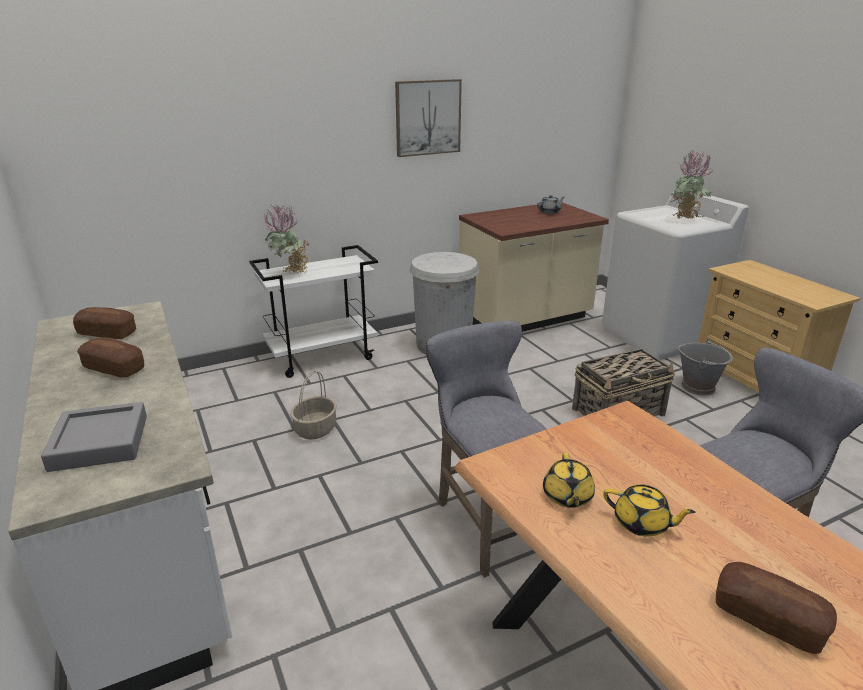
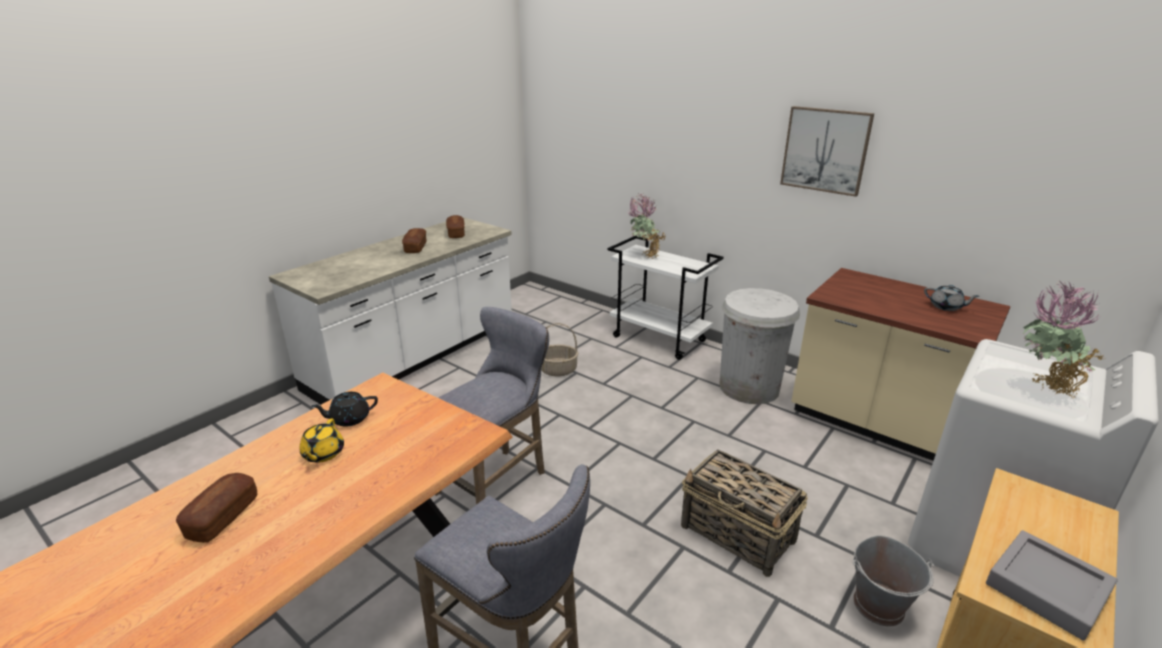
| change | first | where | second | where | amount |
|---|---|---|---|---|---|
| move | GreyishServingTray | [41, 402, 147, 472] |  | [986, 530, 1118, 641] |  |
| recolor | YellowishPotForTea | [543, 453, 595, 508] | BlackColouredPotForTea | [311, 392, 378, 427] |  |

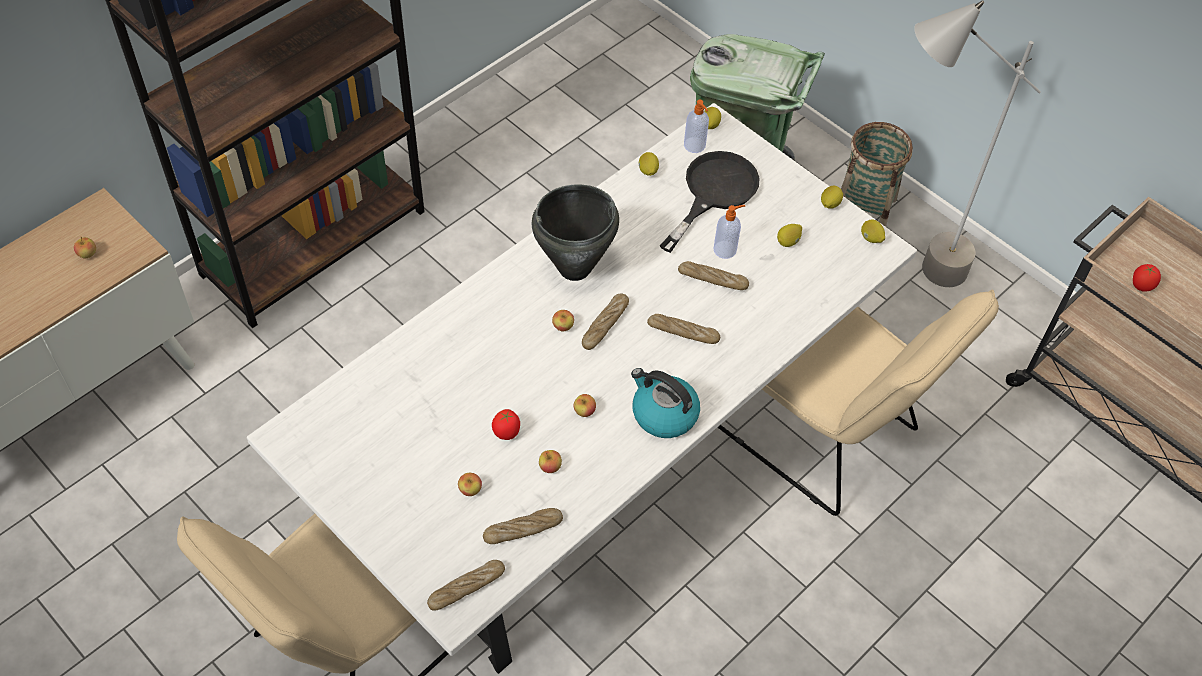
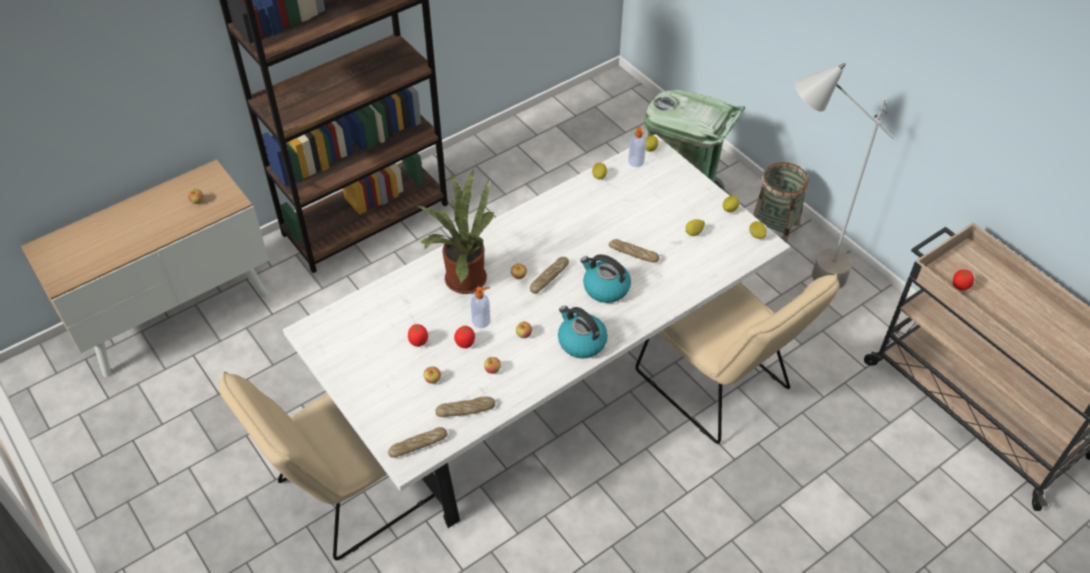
| change | first | where | second | where | amount |
|---|---|---|---|---|---|
| delete | BlackColouredPan | [660, 151, 760, 253] |  |  |  |
| delete | BlackColouredStockpot | [532, 185, 619, 281] |  |  |  |
| move | SoapBottle | [713, 205, 746, 259] |  | [471, 287, 490, 328] |  |
| replace | BakeryBread | [647, 314, 720, 344] | Kettle | [580, 254, 631, 303] |  |
| insert |  |  | PlantInAPot | [415, 170, 494, 294] |  |
| insert |  |  | WholeTomato | [408, 324, 428, 347] |  |

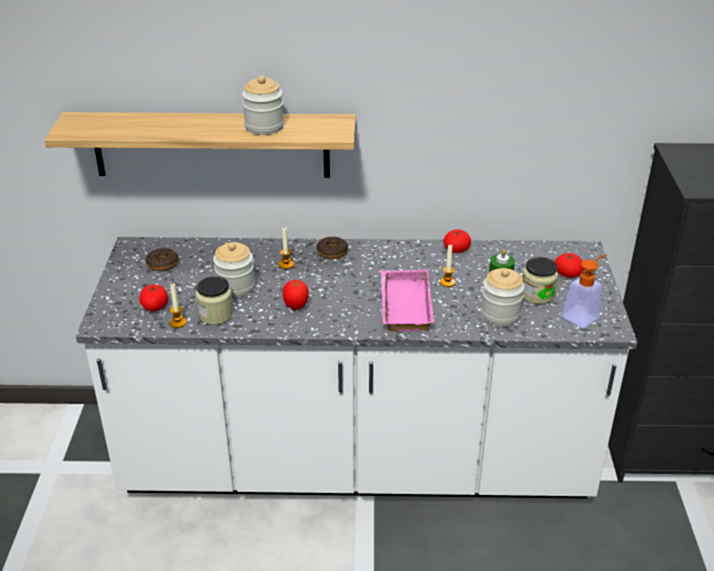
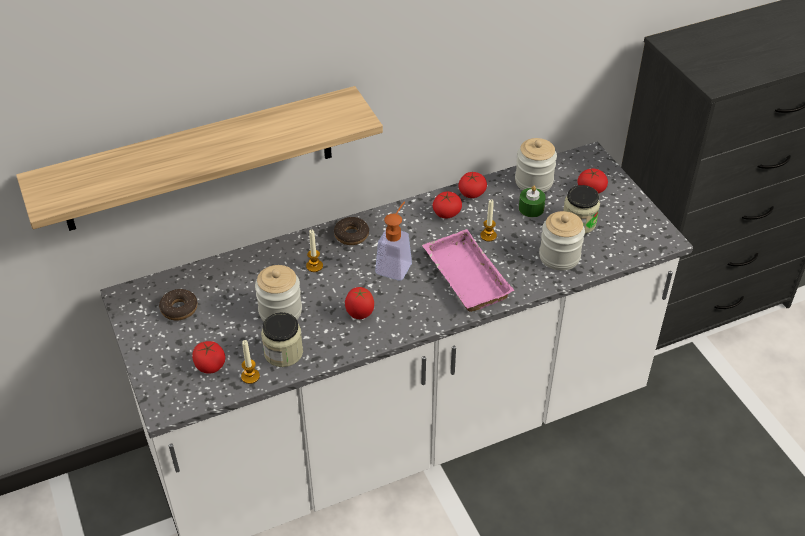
| change | first | where | second | where | amount |
|---|---|---|---|---|---|
| move | StorageJar | [242, 75, 284, 135] |  | [515, 138, 557, 192] |  |
| move | SoapBottle | [562, 254, 607, 328] |  | [375, 201, 412, 281] |  |
| insert |  |  | WholeTomato | [433, 191, 462, 219] |  |

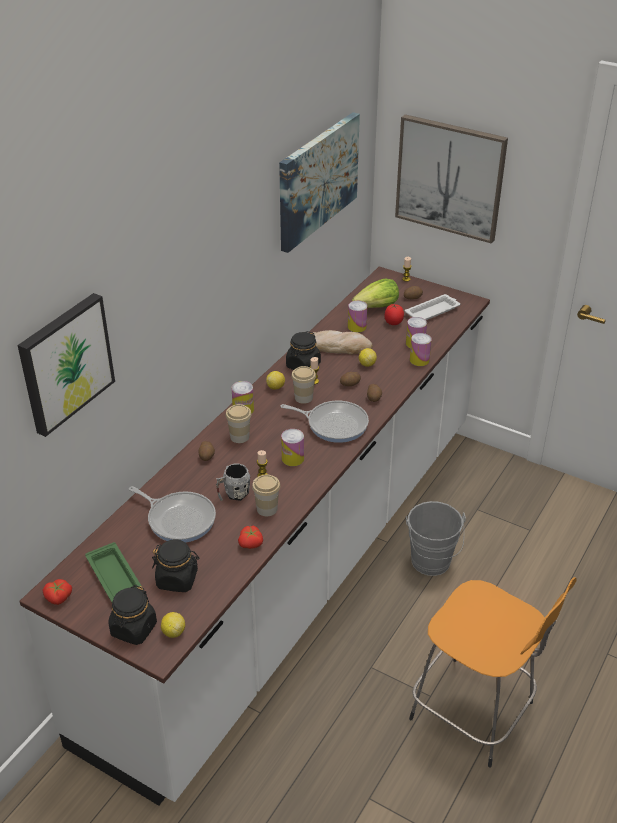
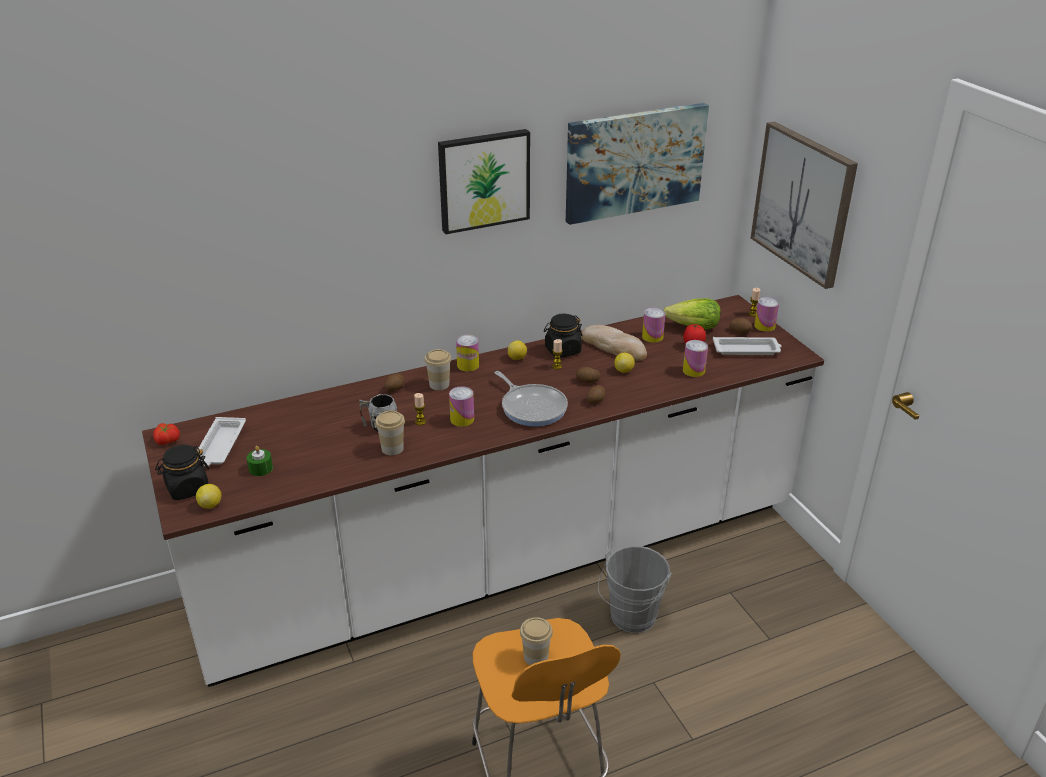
| change | first | where | second | where | amount |
|---|---|---|---|---|---|
| move | WallArt | [17, 293, 115, 437] |  | [438, 129, 530, 234] |  |
| move | MetalCan | [410, 333, 432, 366] |  | [754, 297, 779, 332] |  |
| move | SmallCup | [291, 366, 316, 404] |  | [520, 617, 553, 665] |  |
| delete | Pan | [129, 486, 216, 543] |  |  |  |
| delete | WholeTomato | [238, 526, 263, 549] |  |  |  |
| replace | BlackColouredStorageJar | [152, 539, 200, 592] | GreenColouredWaxLight | [247, 446, 273, 476] |  |
| recolor | GreenColouredServingTray | [85, 542, 142, 602] | WhiteColouredServingTray | [199, 417, 246, 466] |  |

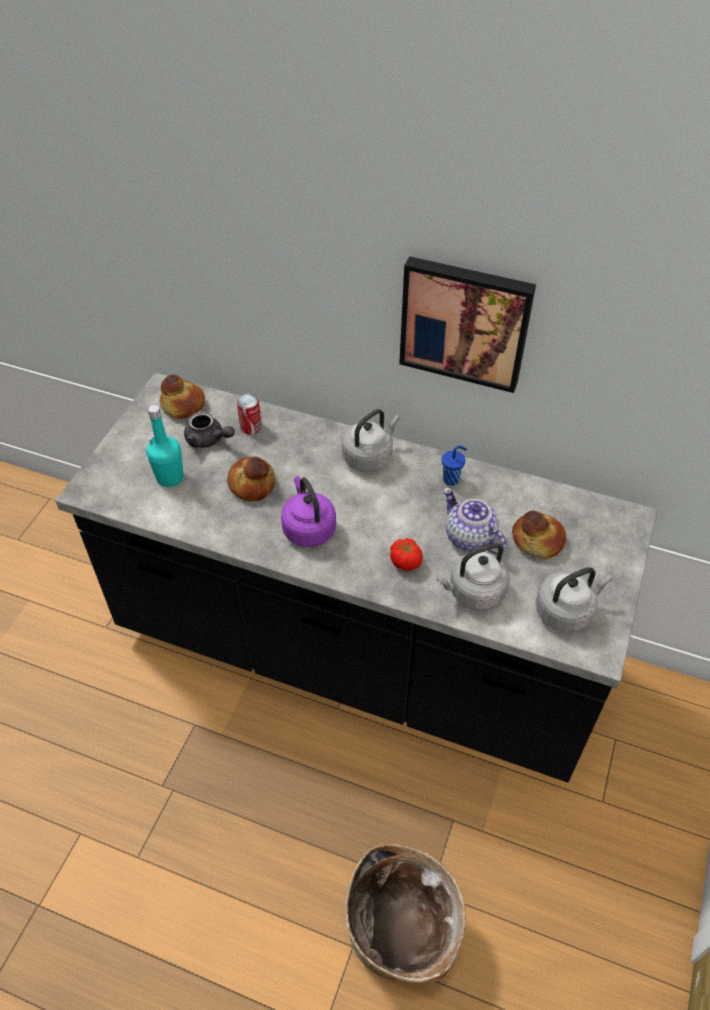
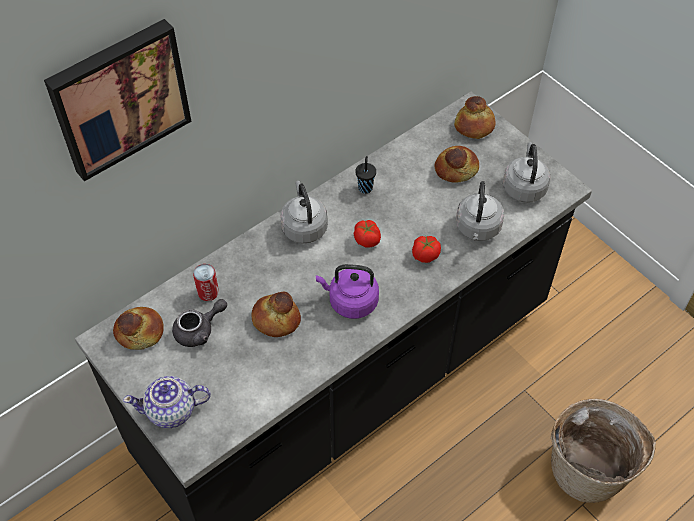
| change | first | where | second | where | amount |
|---|---|---|---|---|---|
| move | WallArt | [399, 256, 536, 393] |  | [44, 19, 191, 181] |  |
| delete | TurquoiseColouredBeverageBottle | [146, 405, 184, 487] |  |  |  |
| recolor | BluishSmallCup | [442, 445, 467, 486] | BlackColouredSmallCup | [355, 156, 376, 194] |  |
| move | PotForTea | [443, 488, 506, 554] |  | [123, 376, 211, 428] |  |
| insert |  |  | BakeryBread | [454, 96, 495, 139] |  |
| insert |  |  | WholeTomato | [354, 220, 381, 248] |  |

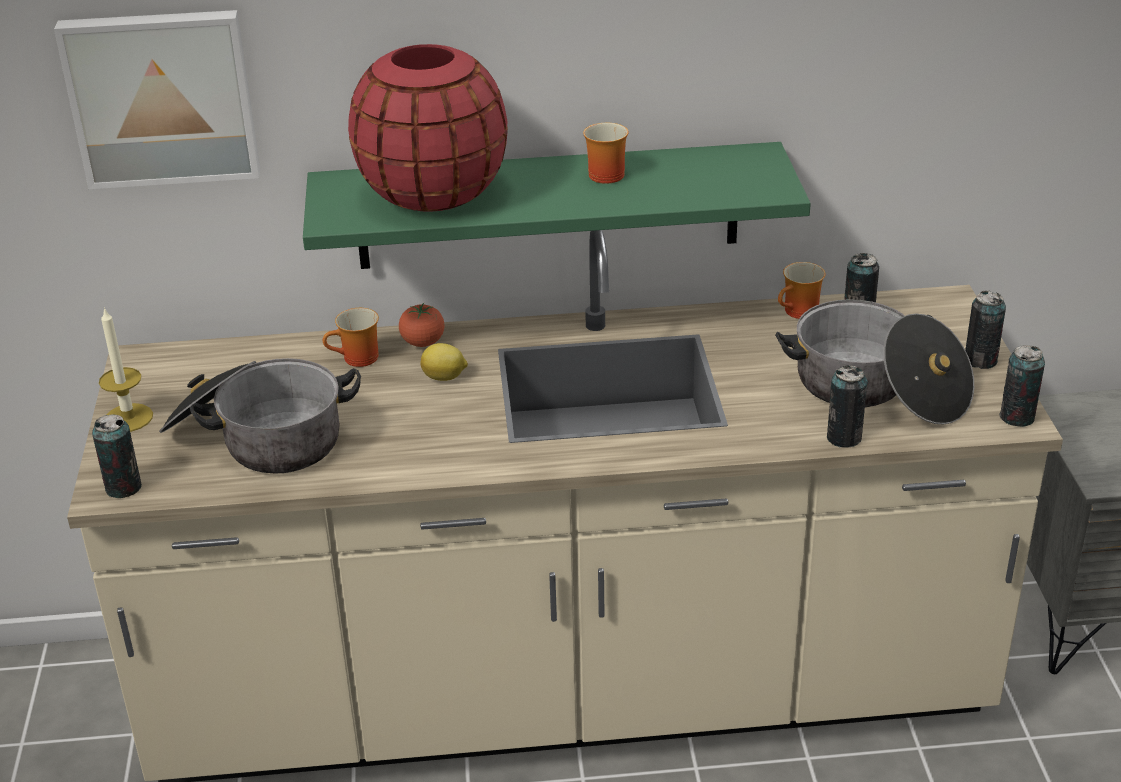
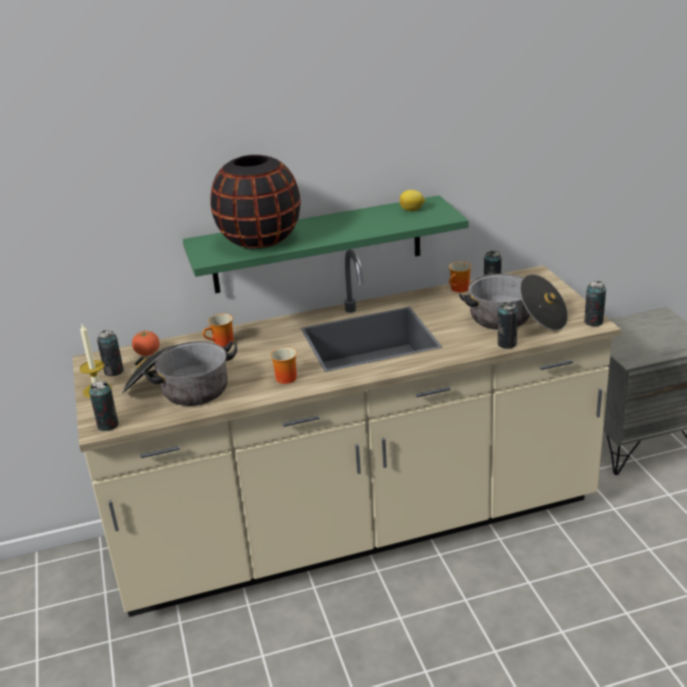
| change | first | where | second | where | amount |
|---|---|---|---|---|---|
| delete | WallArt | [54, 10, 260, 189] |  |  |  |
| recolor | RedVase | [348, 44, 508, 212] | BlackColouredVase | [210, 155, 301, 249] |  |
| move | CoffeeMug | [583, 123, 629, 184] |  | [270, 347, 297, 384] |  |
| move | MetalCan | [965, 291, 1006, 369] |  | [97, 330, 124, 376] |  |
| move | WholeTomato | [399, 302, 445, 347] |  | [132, 331, 159, 356] |  |
| move | Lemon | [420, 343, 468, 381] |  | [400, 190, 425, 211] |  |

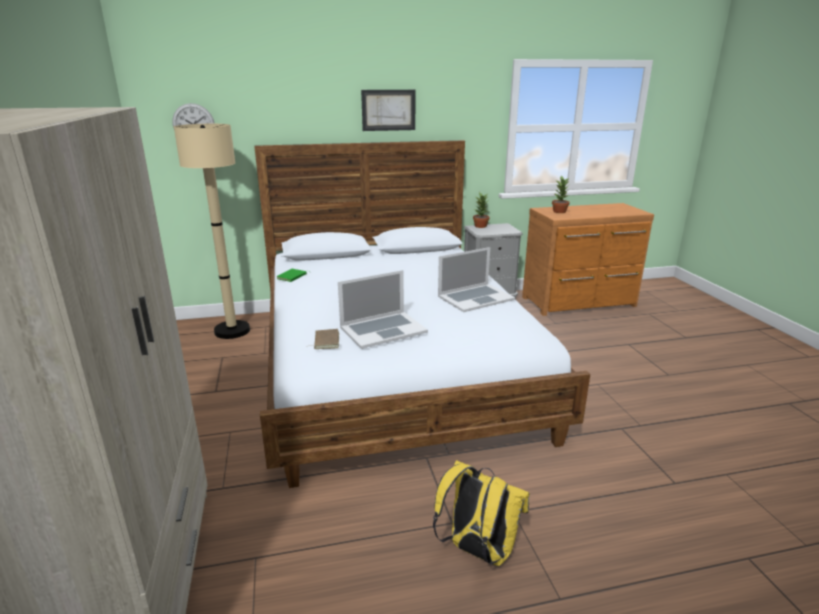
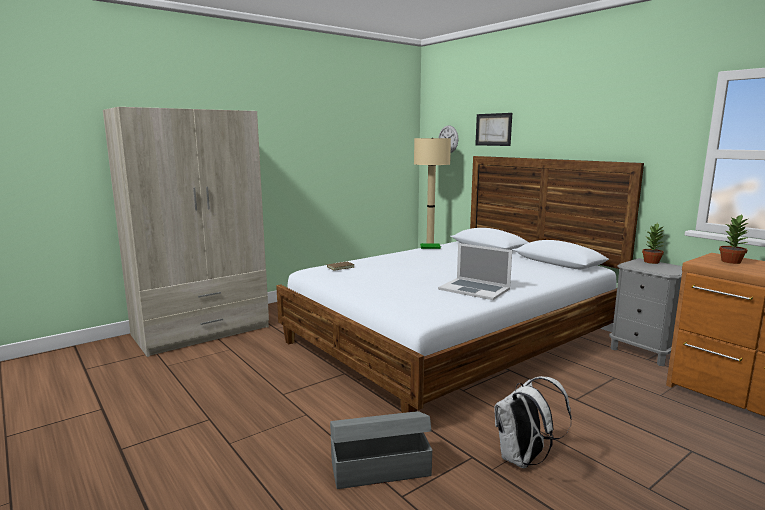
| change | first | where | second | where | amount |
|---|---|---|---|---|---|
| move | WallArt | [361, 90, 415, 131] |  | [475, 113, 512, 146] |  |
| delete | Laptop | [338, 270, 428, 349] |  |  |  |
| delete | YellowishKnapsack | [433, 460, 530, 566] |  |  |  |
| insert |  |  | WhiteColouredKnapsack | [494, 376, 572, 468] |  |
| insert |  |  | GreyishStorageBin | [330, 411, 432, 489] |  |

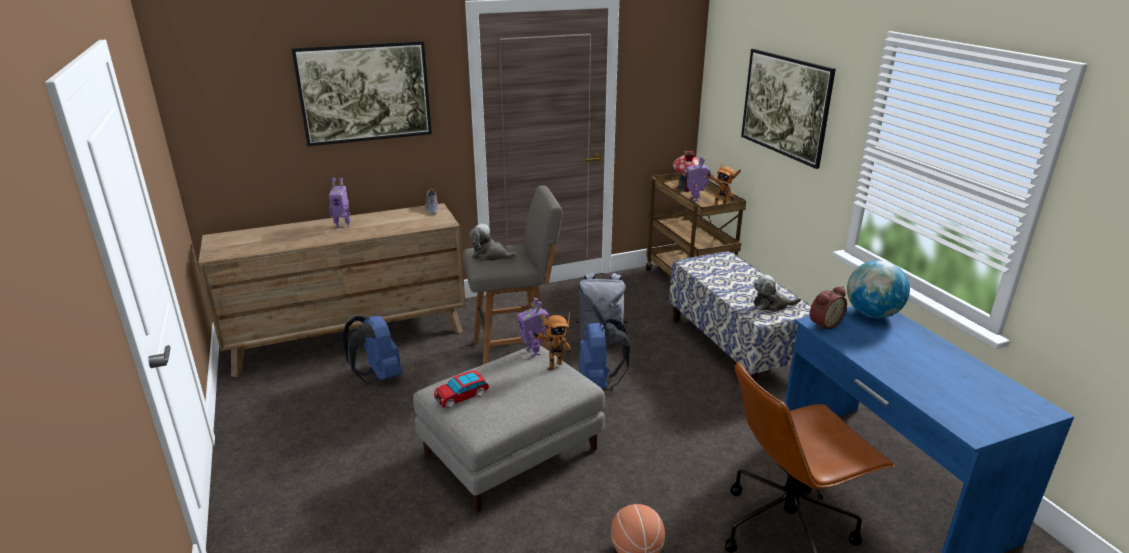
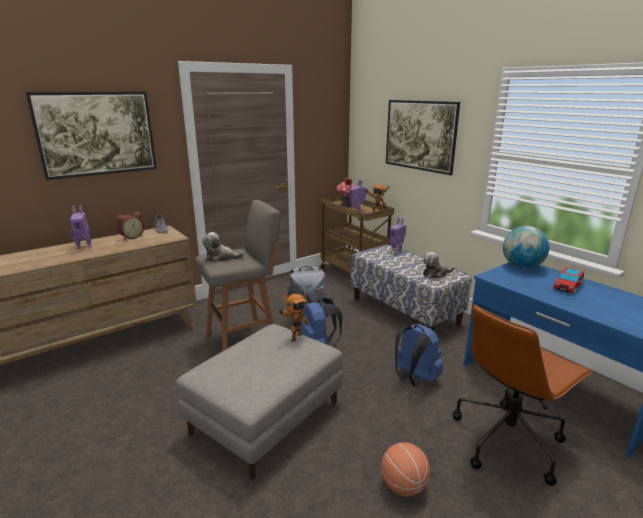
| change | first | where | second | where | amount |
|---|---|---|---|---|---|
| move | BedsideClock | [810, 286, 847, 330] |  | [117, 212, 144, 240] |  |
| move | ToyRobot | [517, 298, 549, 357] |  | [390, 218, 406, 253] |  |
| move | BluishKnapsack | [342, 316, 402, 383] |  | [395, 324, 443, 386] |  |
| move | MiniatureCar | [434, 370, 489, 408] |  | [553, 267, 584, 294] |  |

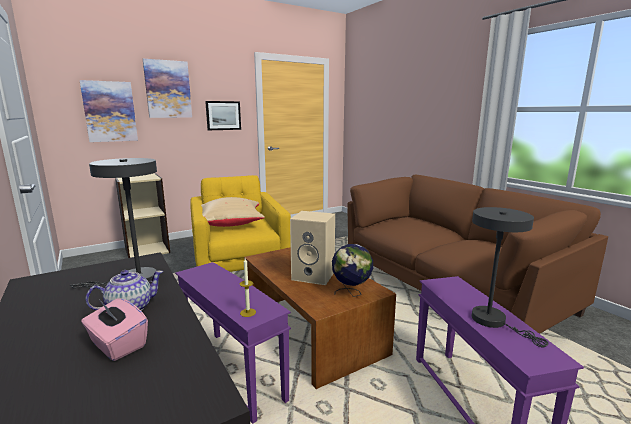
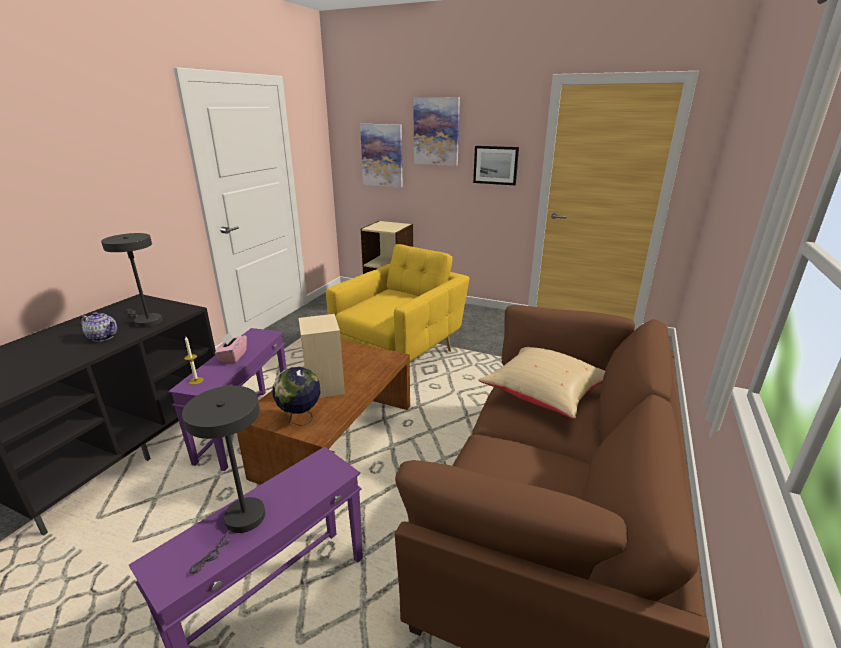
| change | first | where | second | where | amount |
|---|---|---|---|---|---|
| move | BeigeColouredPillow | [201, 197, 265, 227] |  | [478, 347, 605, 419] |  |
| move | PinkColouredTissueHolder | [81, 298, 148, 361] |  | [215, 332, 247, 363] |  |

